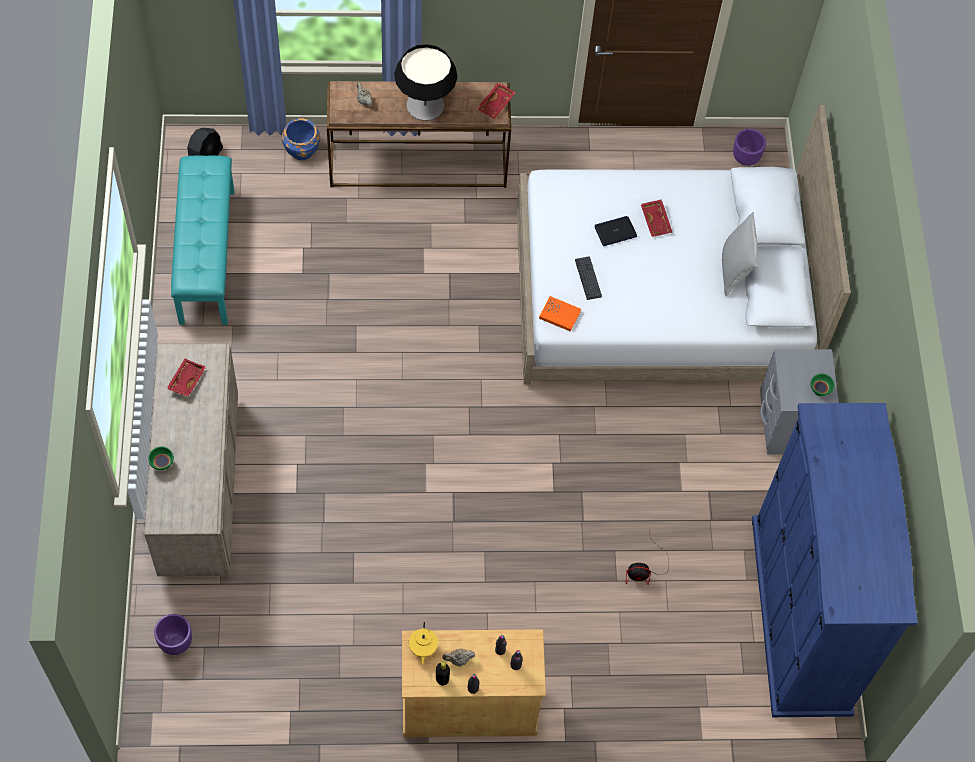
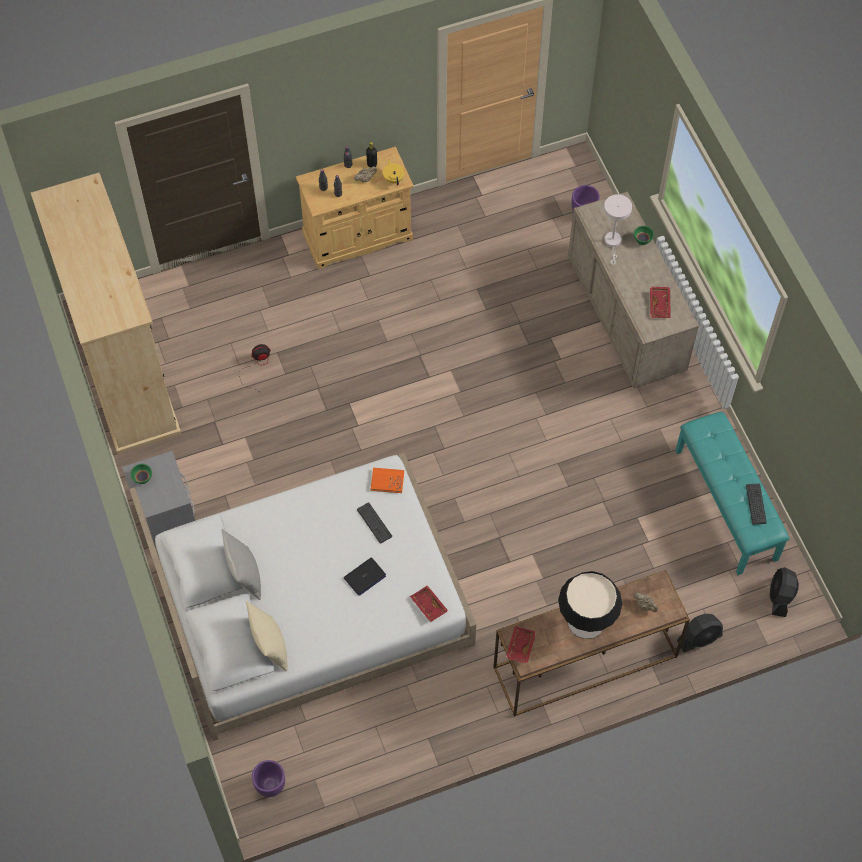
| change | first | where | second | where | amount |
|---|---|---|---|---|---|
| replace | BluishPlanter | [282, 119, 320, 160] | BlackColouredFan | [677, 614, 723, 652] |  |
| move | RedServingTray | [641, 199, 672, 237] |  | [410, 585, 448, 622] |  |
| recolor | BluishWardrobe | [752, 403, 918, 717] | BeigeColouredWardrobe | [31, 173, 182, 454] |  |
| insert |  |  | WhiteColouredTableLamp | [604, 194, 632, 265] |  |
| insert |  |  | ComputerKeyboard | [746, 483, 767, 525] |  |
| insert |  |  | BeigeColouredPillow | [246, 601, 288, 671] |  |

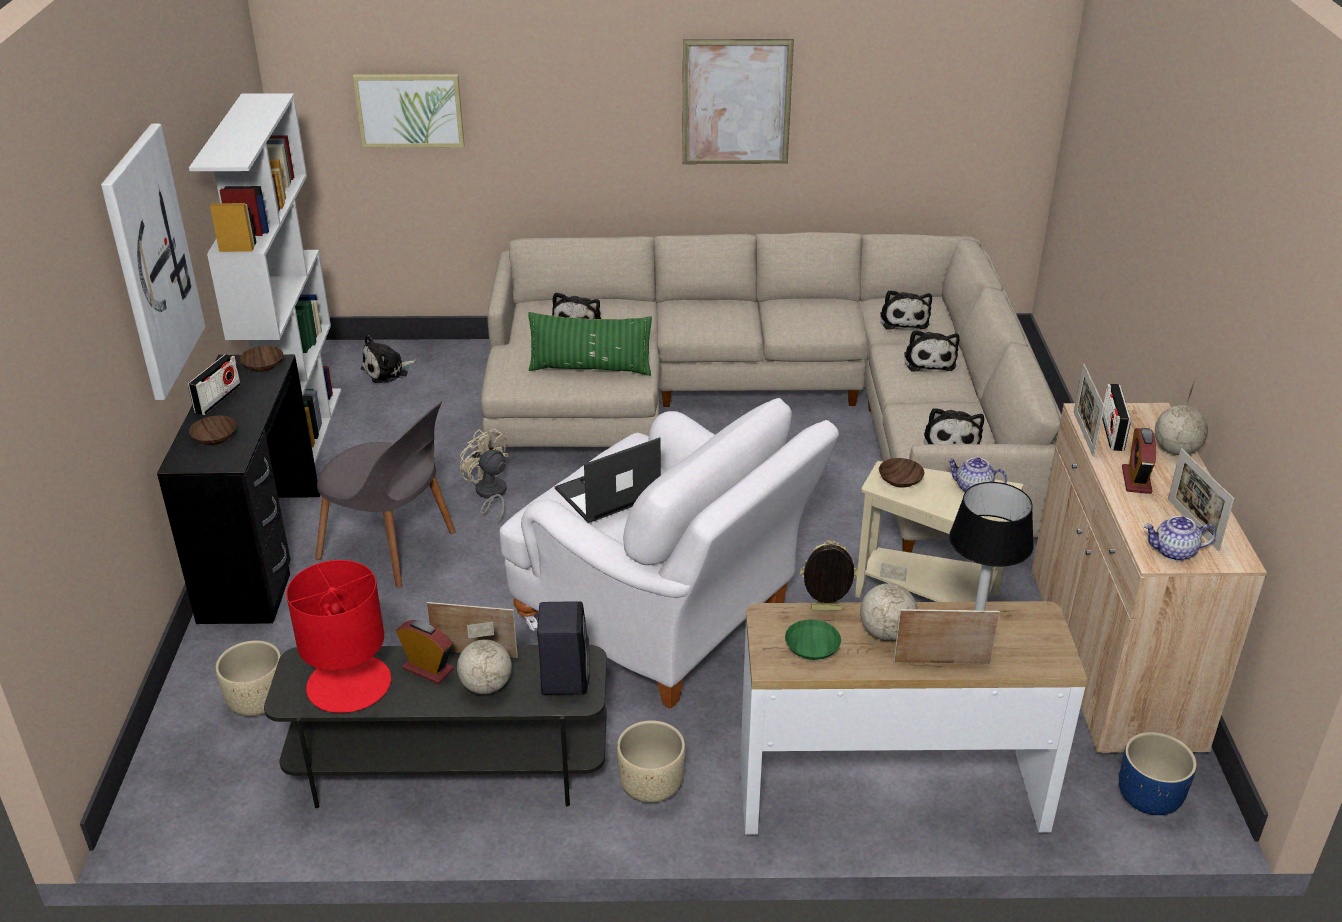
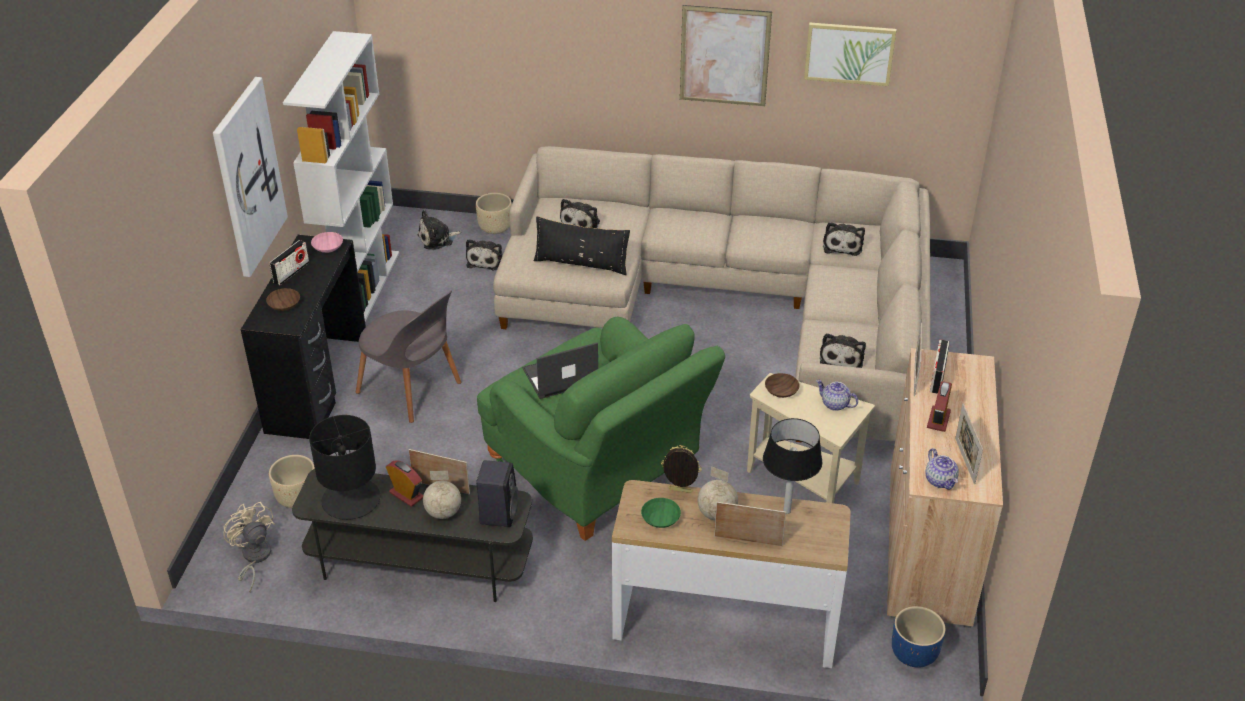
| change | first | where | second | where | amount |
|---|---|---|---|---|---|
| move | WallArt | [353, 74, 465, 148] |  | [804, 22, 896, 86] |  |
| recolor | GreenColouredPillow | [528, 312, 652, 376] | BlackColouredPillow | [534, 216, 630, 275] |  |
| move | SoftToy | [904, 330, 959, 371] |  | [466, 239, 503, 271] |  |
| recolor | BrownColouredServingBowl | [240, 346, 283, 372] | PinkColouredServingBowl | [311, 232, 343, 253] |  |
| delete | DeskGlobe | [1155, 383, 1208, 455] |  |  |  |
| recolor | WhiteColouredEasyChair | [499, 398, 839, 709] | GreenColouredEasyChair | [477, 317, 725, 541] |  |
| move | BeigeColouredFan | [460, 428, 508, 523] |  | [223, 502, 275, 592] |  |
| rotate | PotForTea | [1144, 516, 1216, 561] |  | [926, 448, 959, 490] | 120 degrees counterclockwise |
| recolor | RedTableLamp | [286, 560, 391, 713] | BlackColouredTableLamp | [309, 415, 380, 520] |  |
| move | BeigeColouredPlanter | [617, 720, 685, 803] |  | [476, 193, 512, 234] |  |

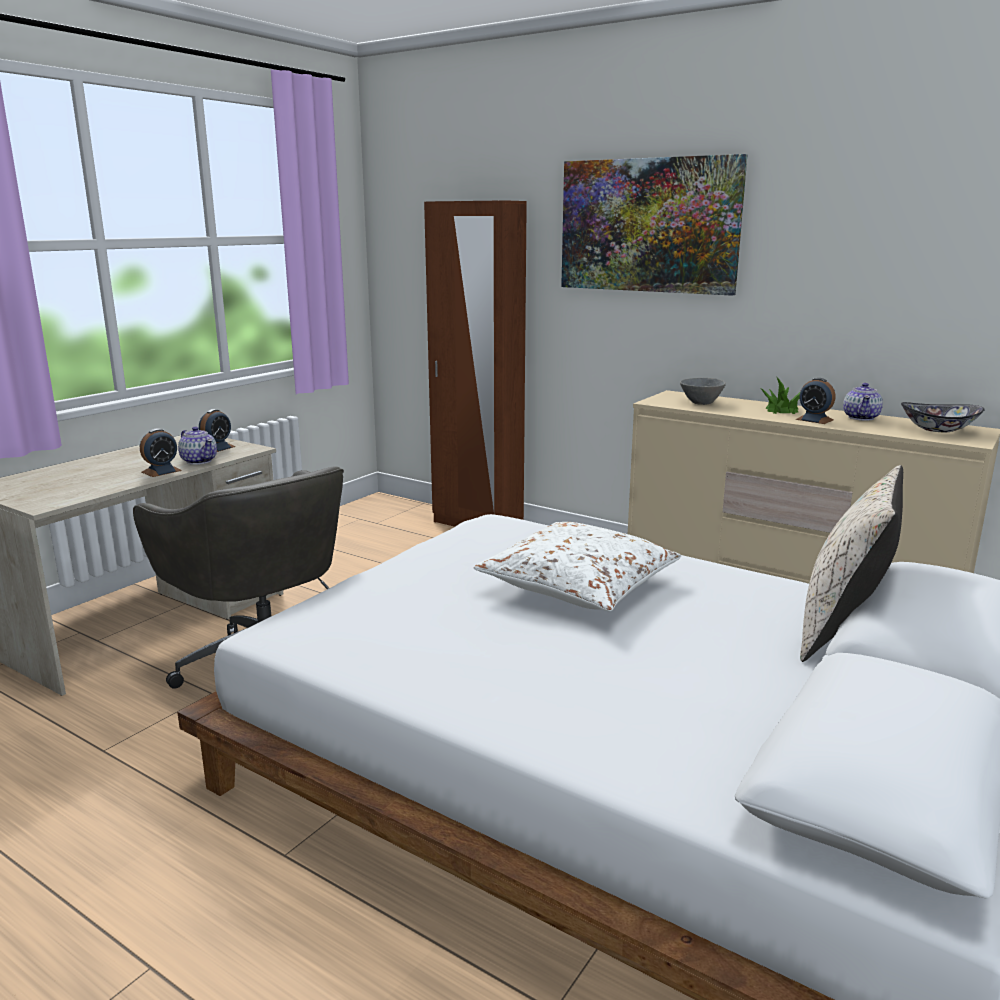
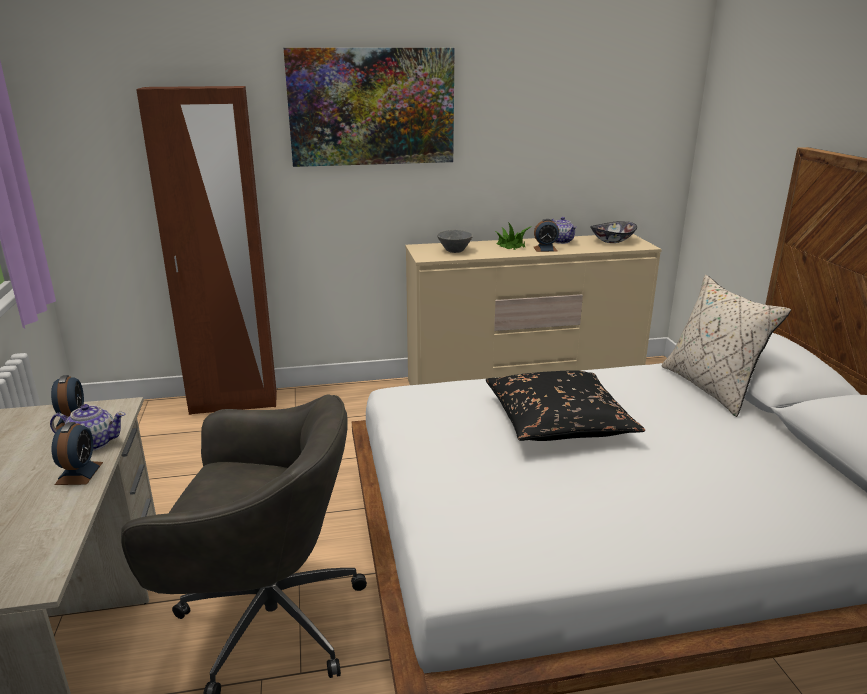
| change | first | where | second | where | amount |
|---|---|---|---|---|---|
| recolor | WhiteColouredPillow | [474, 522, 681, 611] | BlackColouredPillow | [486, 370, 645, 441] |  |

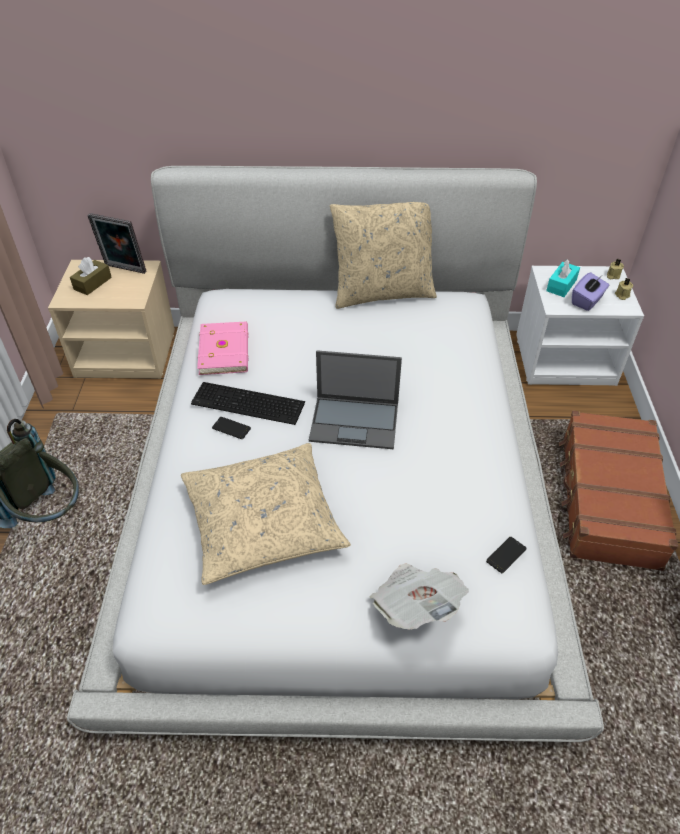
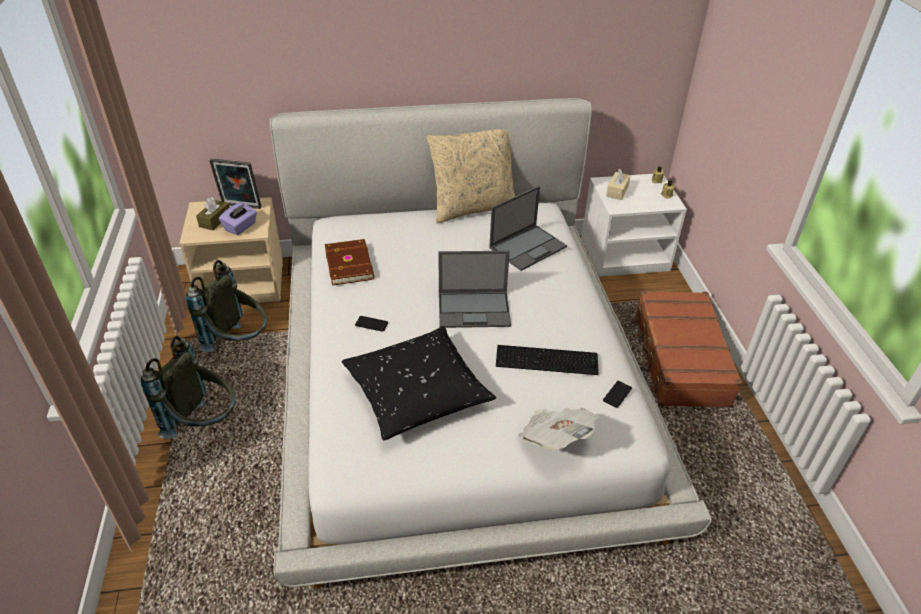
| change | first | where | second | where | amount |
|---|---|---|---|---|---|
| recolor | TurquoiseColouredTissueHolder | [546, 259, 580, 297] | BeigeColouredTissueHolder | [606, 169, 631, 200] |  |
| move | PurpleColouredTissueHolder | [572, 272, 609, 311] |  | [219, 202, 257, 235] |  |
| recolor | PinkColouredBook | [197, 322, 249, 375] | BrownColouredBook | [325, 239, 374, 286] |  |
| move | ComputerKeyboard | [191, 382, 305, 425] |  | [496, 345, 599, 375] |  |
| recolor | BeigeColouredPillow | [181, 443, 351, 585] | BlackColouredPillow | [342, 326, 496, 440] |  |
| insert |  |  | Laptop | [489, 186, 567, 271] |  |
| insert |  |  | GreyishKnapsack | [186, 260, 267, 352] |  |

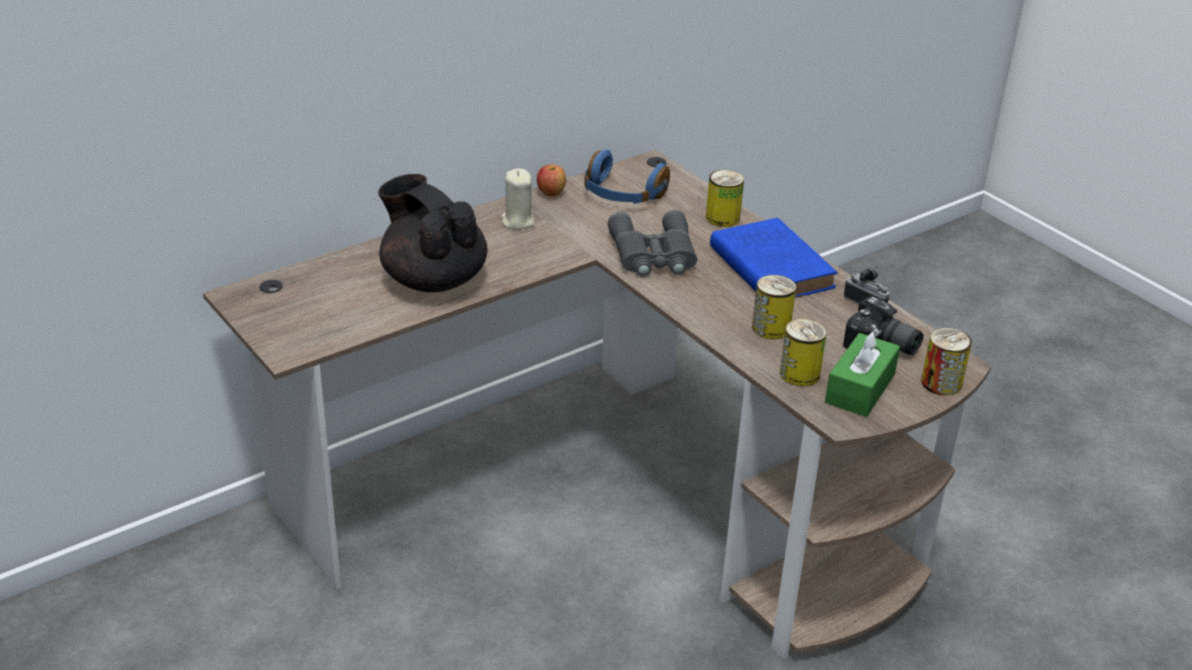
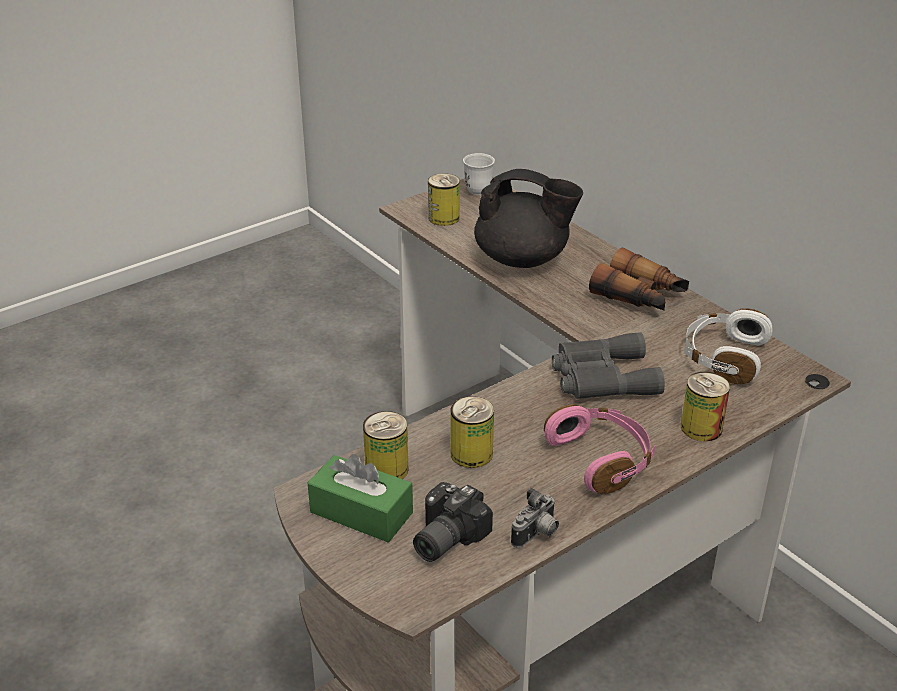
| change | first | where | second | where | amount |
|---|---|---|---|---|---|
| recolor | BluishPairOfHeadphones | [584, 150, 670, 204] | WhiteColouredPairOfHeadphones | [684, 308, 773, 384] |  |
| delete | WholeApple | [537, 165, 566, 197] |  |  |  |
| replace | BeigeColouredWaxLight | [501, 169, 534, 230] | FieldGlasses | [589, 248, 689, 310] |  |
| rotate | BlackColouredPotForTea | [378, 174, 488, 292] |  | [474, 169, 583, 268] | 60 degrees clockwise |
| replace | BluishBook | [710, 218, 838, 298] | PinkColouredPairOfHeadphones | [544, 404, 655, 494] |  |
| move | MetalCan | [921, 328, 972, 396] |  | [428, 173, 460, 226] |  |
| insert |  |  | WhiteColouredCoffeeMug | [463, 153, 495, 195] |  |

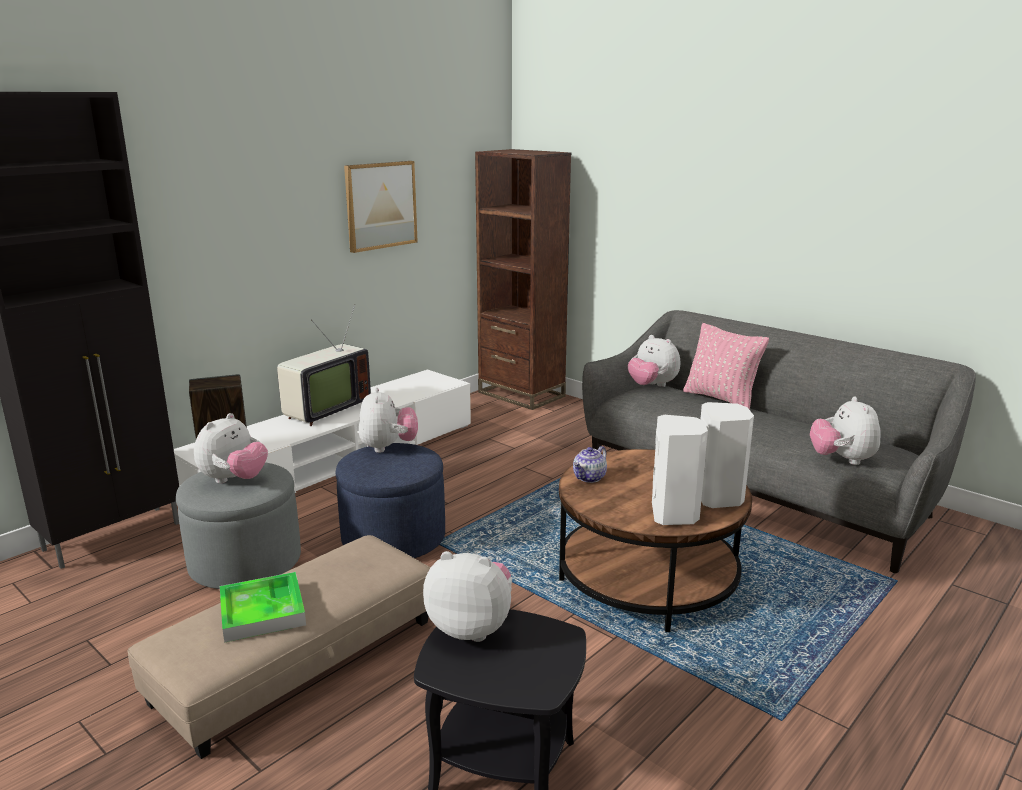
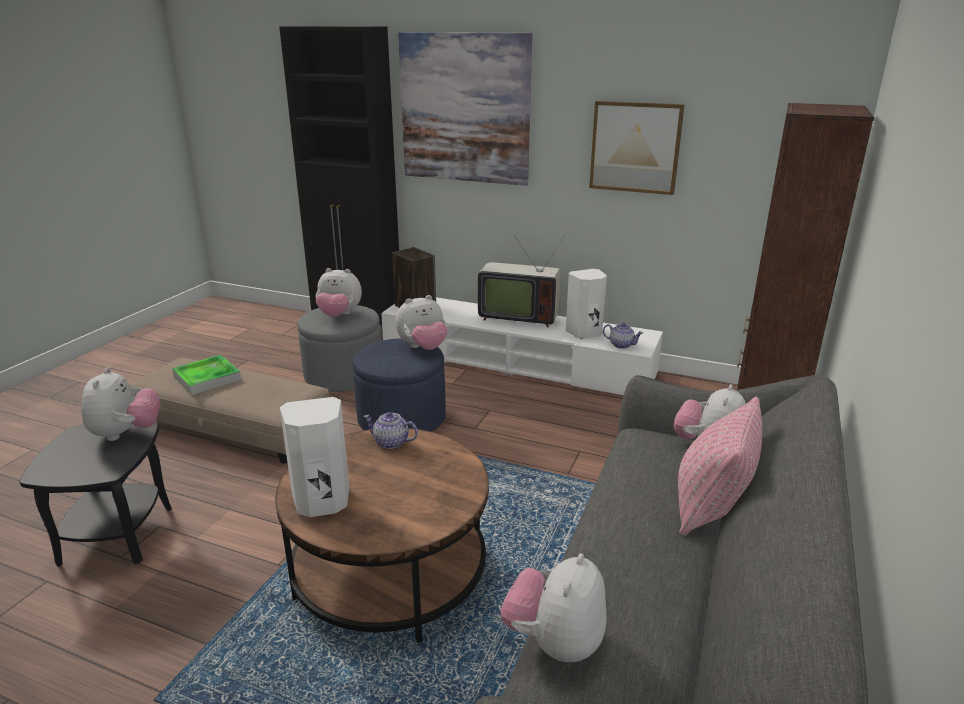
| change | first | where | second | where | amount |
|---|---|---|---|---|---|
| rotate | SoftToy | [810, 396, 881, 465] |  | [500, 553, 606, 663] | 45 degrees counterclockwise |
| move | WhiteColouredLoudspeaker | [700, 402, 754, 508] |  | [566, 269, 607, 339] |  |
| insert |  |  | WallArt | [398, 32, 532, 186] |  |
| insert |  |  | PotForTea | [603, 323, 643, 349] |  |

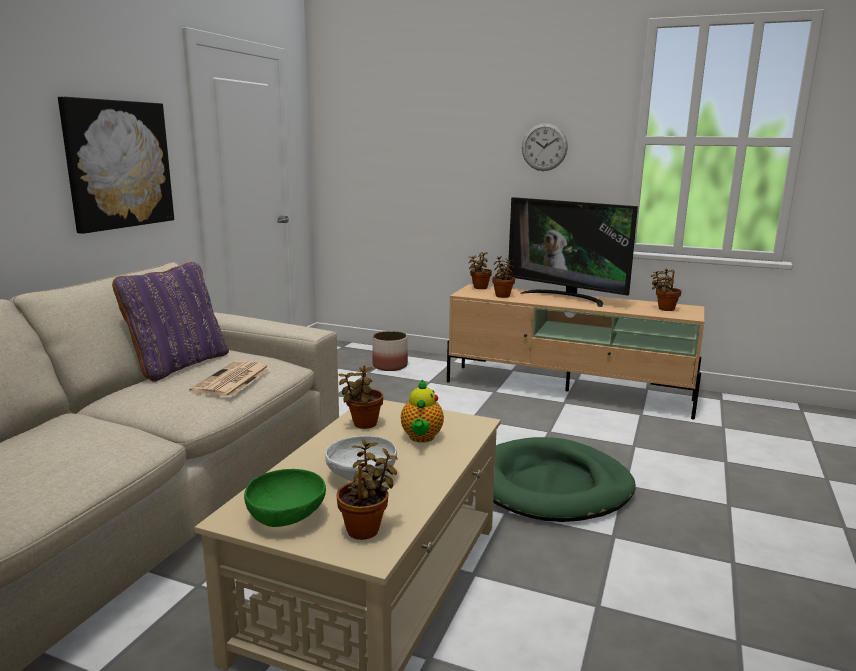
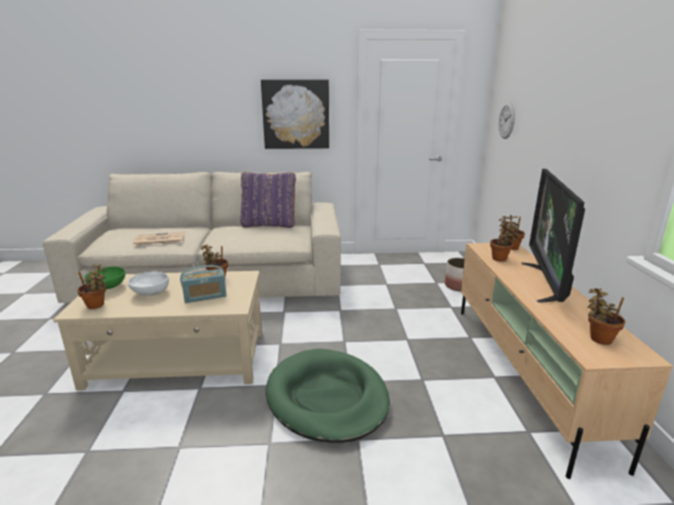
| change | first | where | second | where | amount |
|---|---|---|---|---|---|
| move | ClockOnTheWall | [522, 123, 568, 171] |  | [499, 103, 515, 139] |  |
| move | DailyPaper | [189, 361, 270, 397] |  | [133, 232, 184, 246] |  |
| replace | PotForTea | [401, 380, 444, 443] | RadioReceiver | [180, 265, 227, 303] |  |

